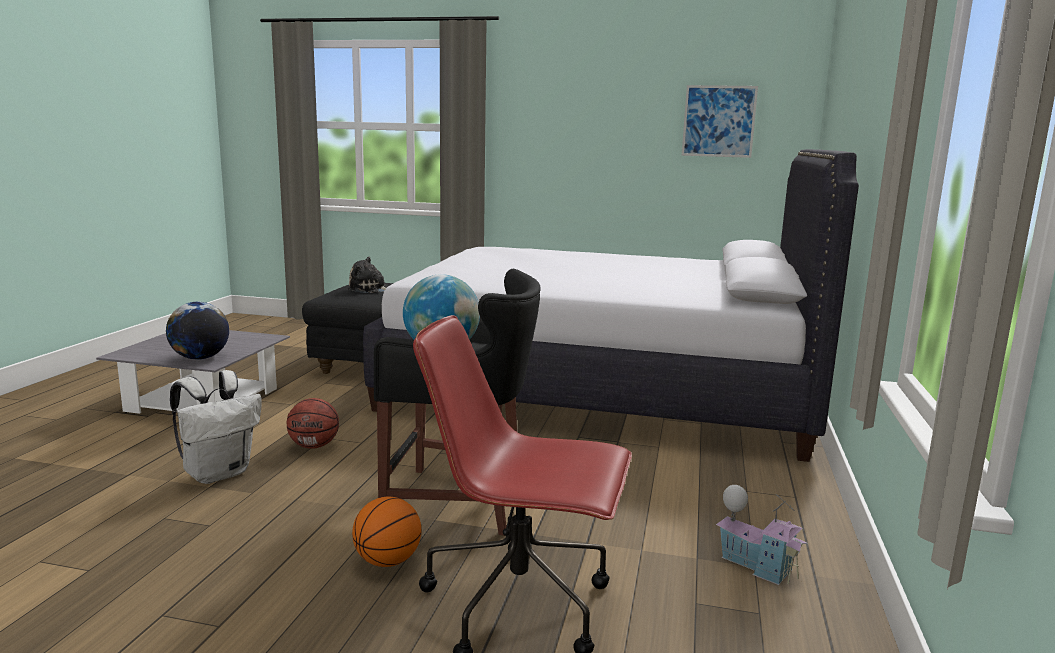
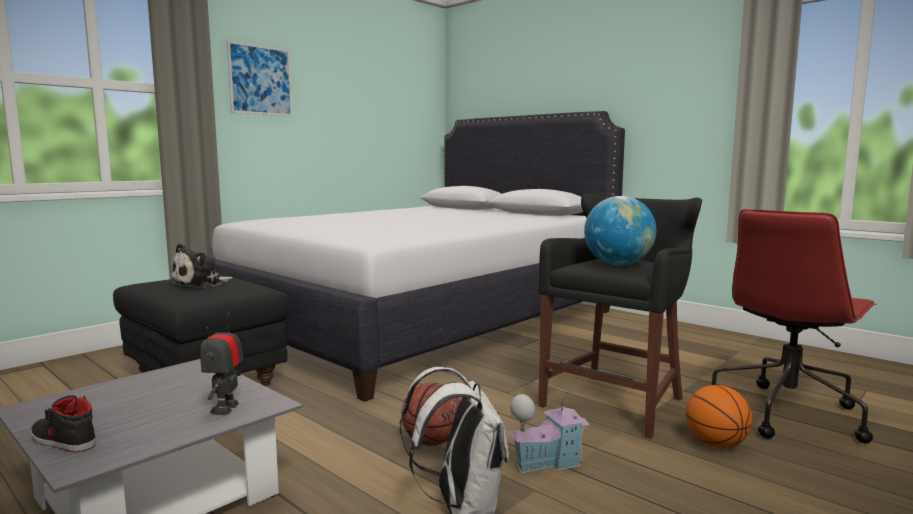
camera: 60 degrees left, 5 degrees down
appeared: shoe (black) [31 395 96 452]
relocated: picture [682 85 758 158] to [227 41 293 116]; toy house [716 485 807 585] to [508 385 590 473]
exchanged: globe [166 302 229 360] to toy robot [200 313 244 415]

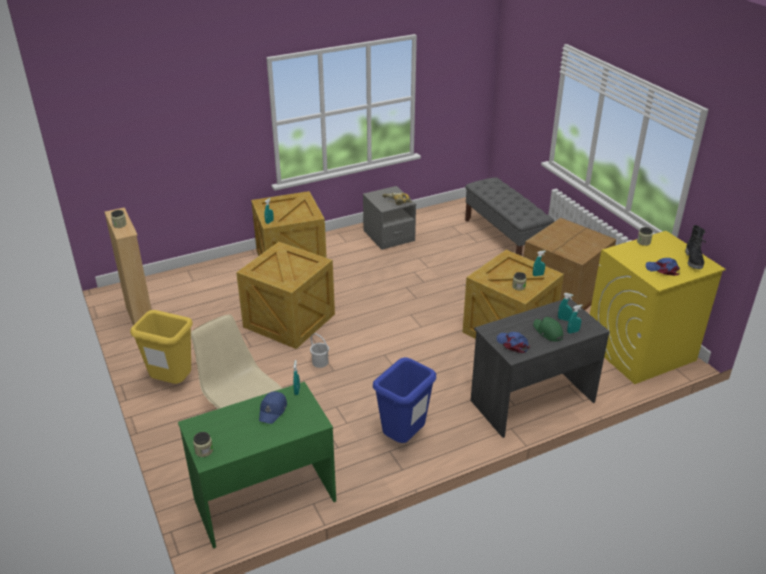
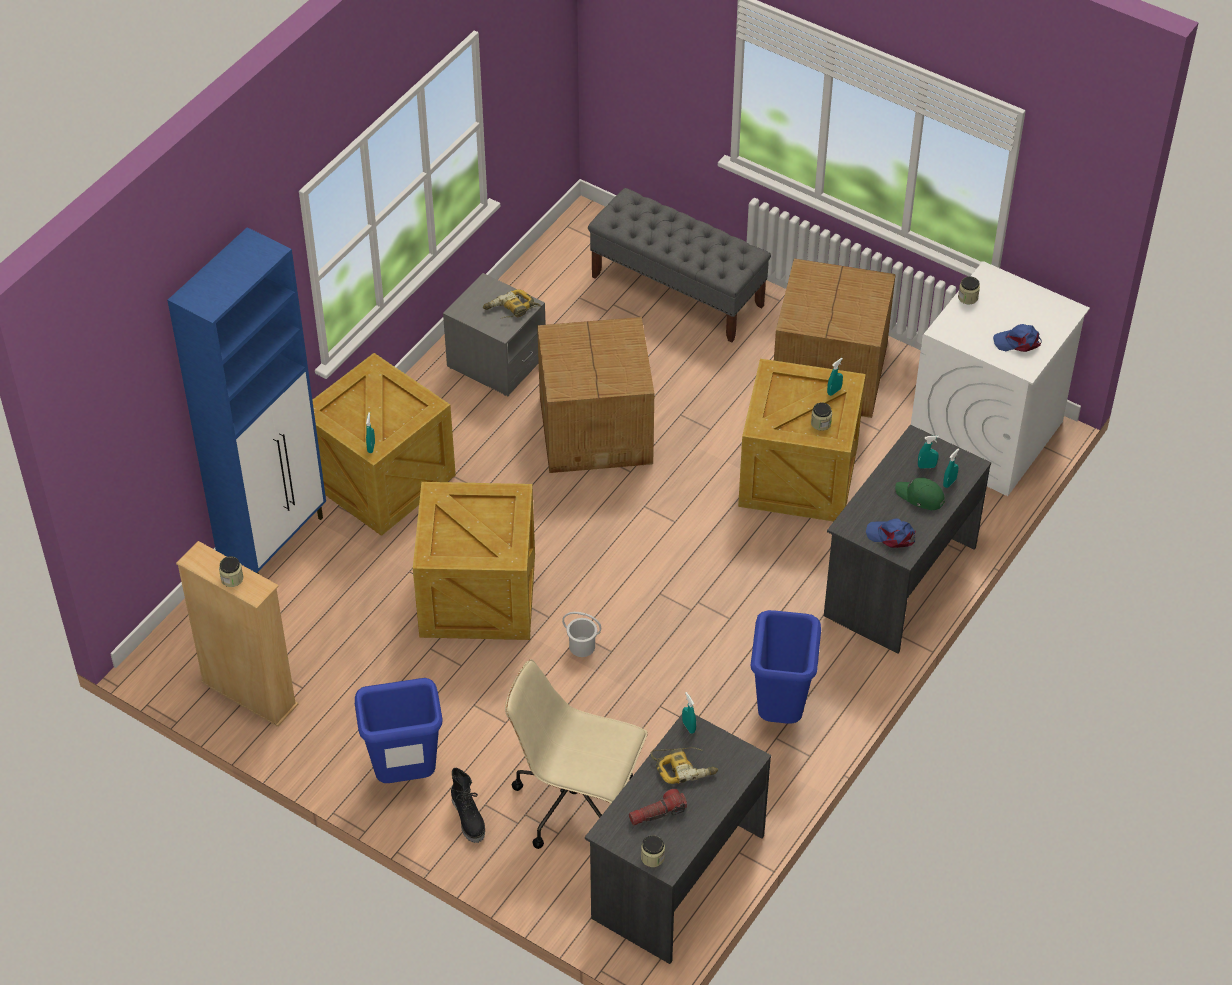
camera: 30 degrees left, 15 degrees up
appeared: cabinet (blue) [167 227 326 574]; cardboard box [537 317 654 473]; flashlight [629 789 687 826]
relocated: boot (black) [685 225 706 269] to [451 768 485 843]
exchanged: cap (blue) [259 391 287 424] to power drill [650 747 718 784]
colour: trash can (yellow) [130 310 193 384] to trash can (blue) [355 678 442 783]; desk (green) [178 382 336 549] to desk (grey) [585 714 771 964]; washing machine (yellow) [590 231 726 384] to washing machine (white) [911 261 1090 496]

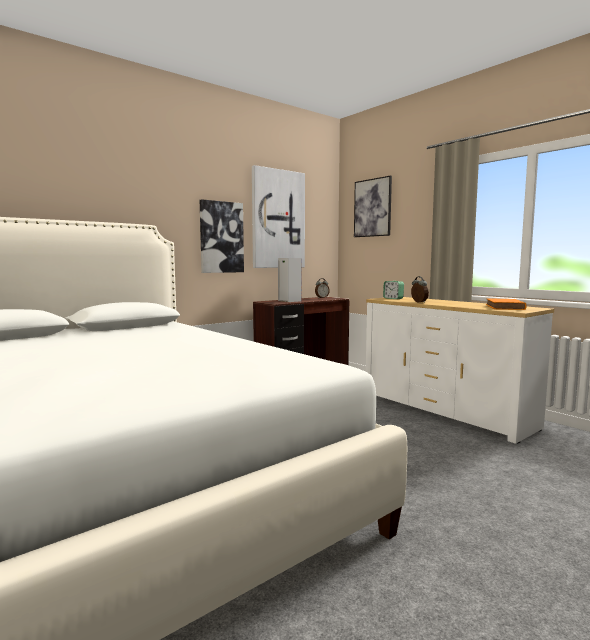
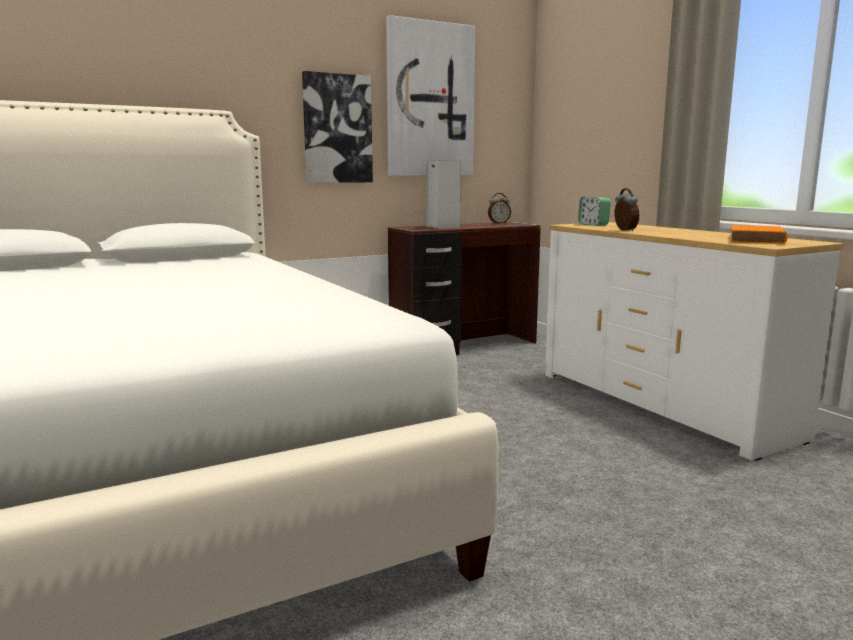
camera: 10 degrees right, 5 degrees up
missing: picture [354 176 392 237]

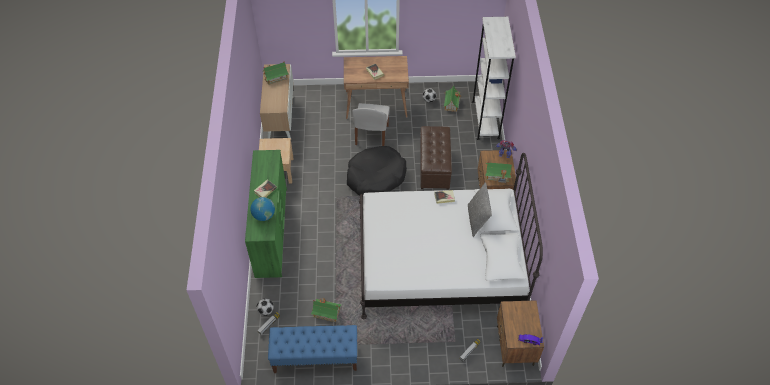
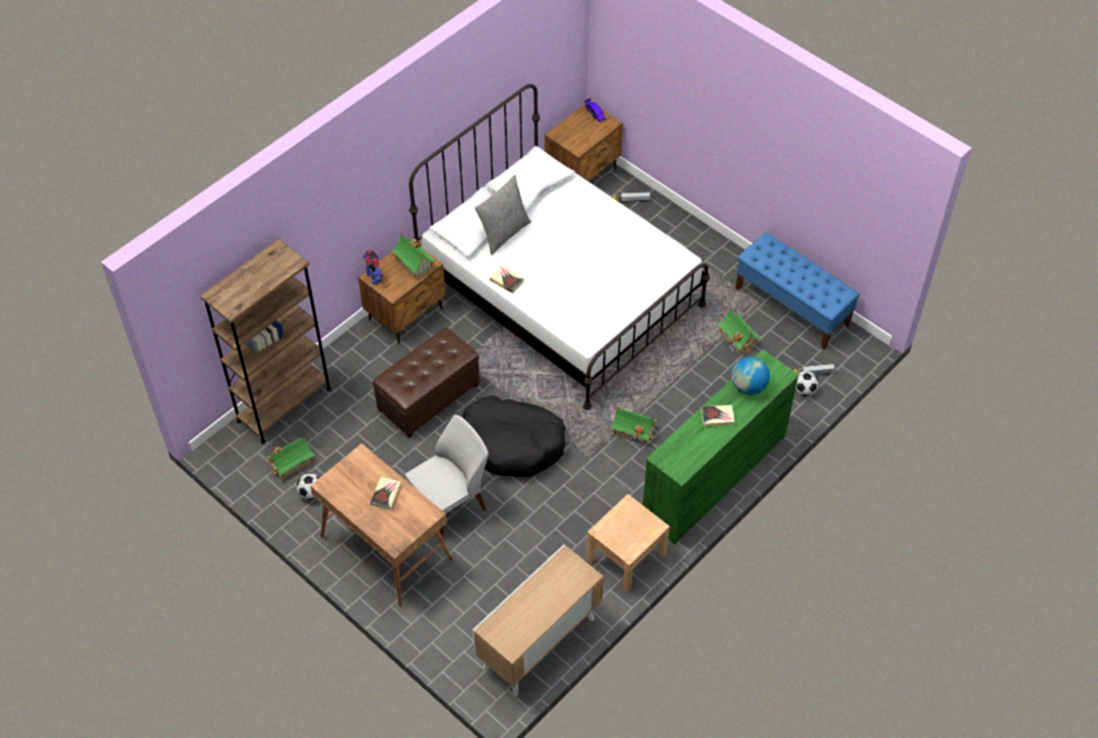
camera: 135 degrees left, 0 degrees up
relocated: toy house [263 61 289 85] to [611 407 658 446]
colour: bookcase (white) [472 17 516 140] to bookcase (brown) [200 239 332 444]

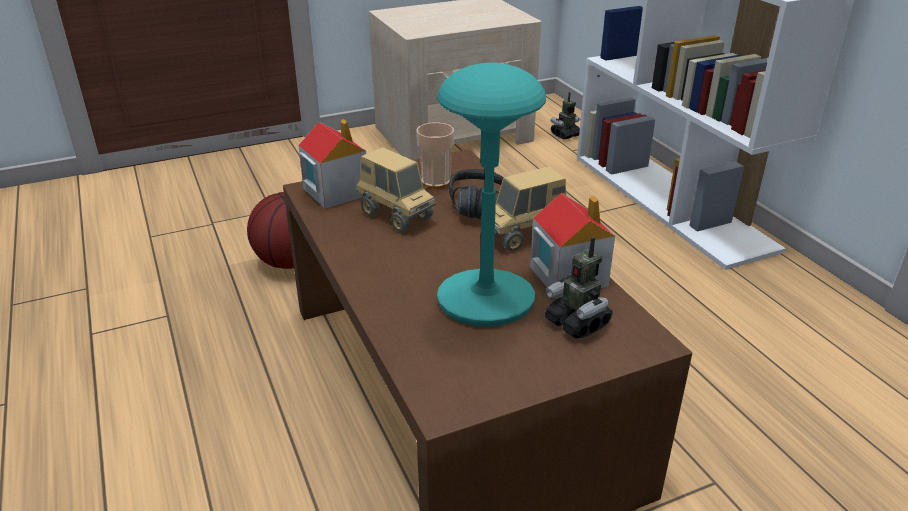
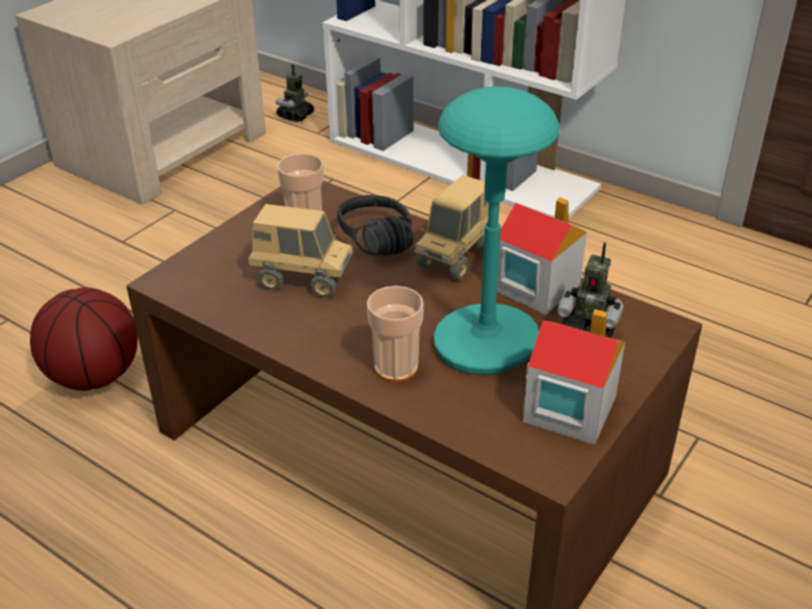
camera: 30 degrees left, 5 degrees up
appeared: cup [367 286 424 383]
relocated: toy house [298 119 367 209] to [523 309 625 445]

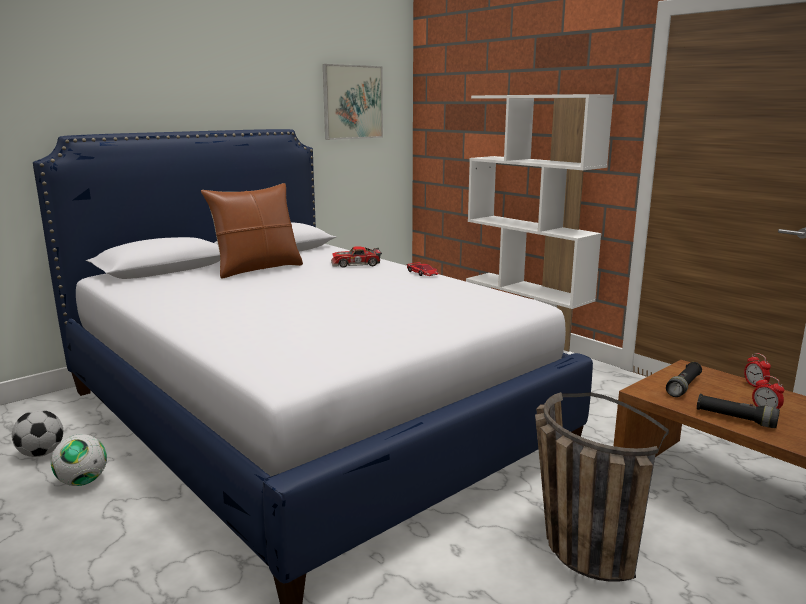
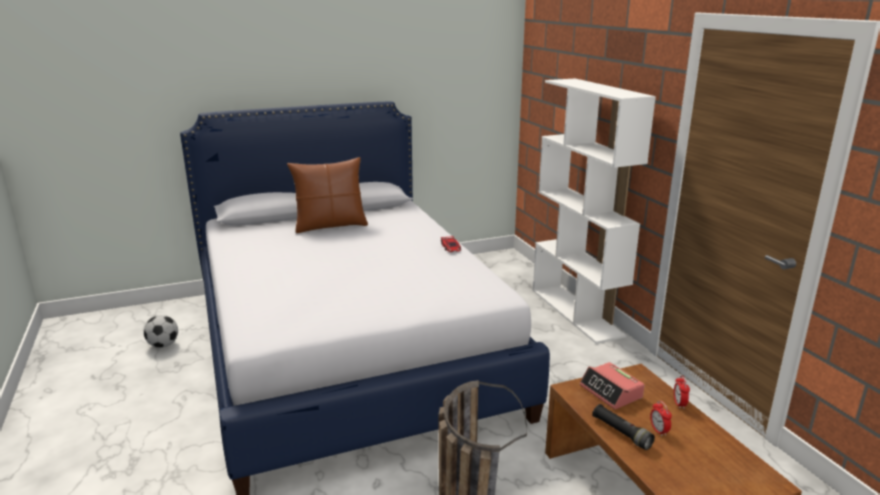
camera: 20 degrees right, 5 degrees up
missing: football [51 434 107 486]; picture [323 64 383 140]; toy car [331 247 382 268]
exchanged: flashlight (black) [666 362 702 397] to alarm clock [580 362 645 409]

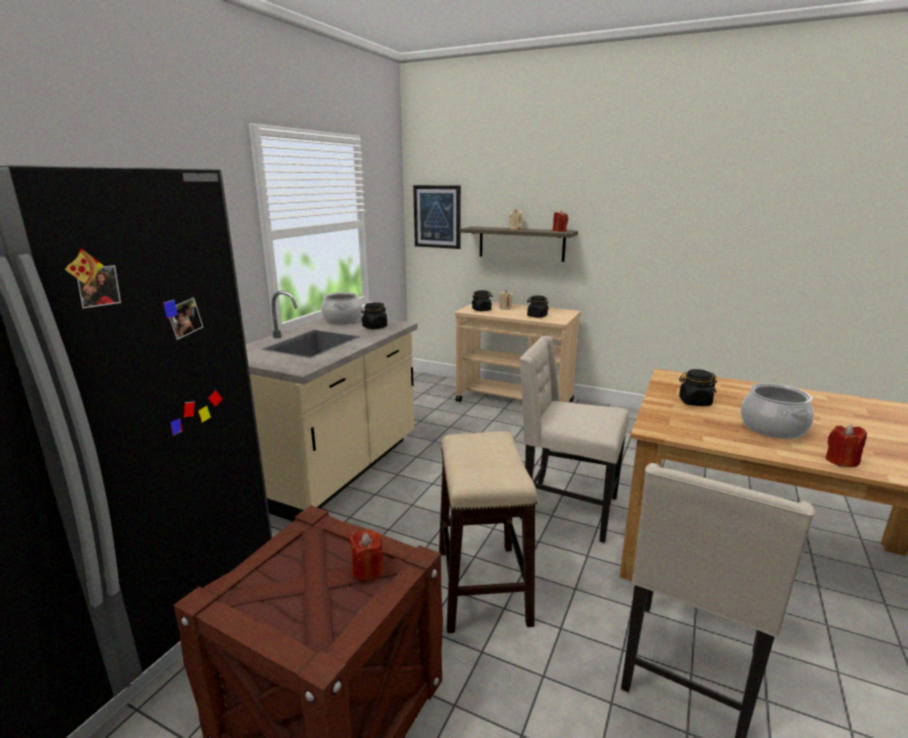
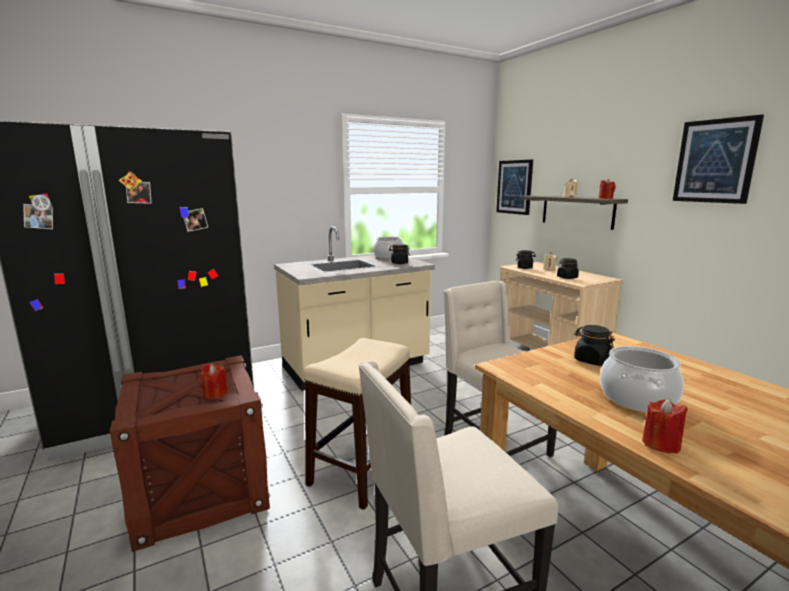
camera: 35 degrees right, 5 degrees down
appeared: picture [673 115 764 204]

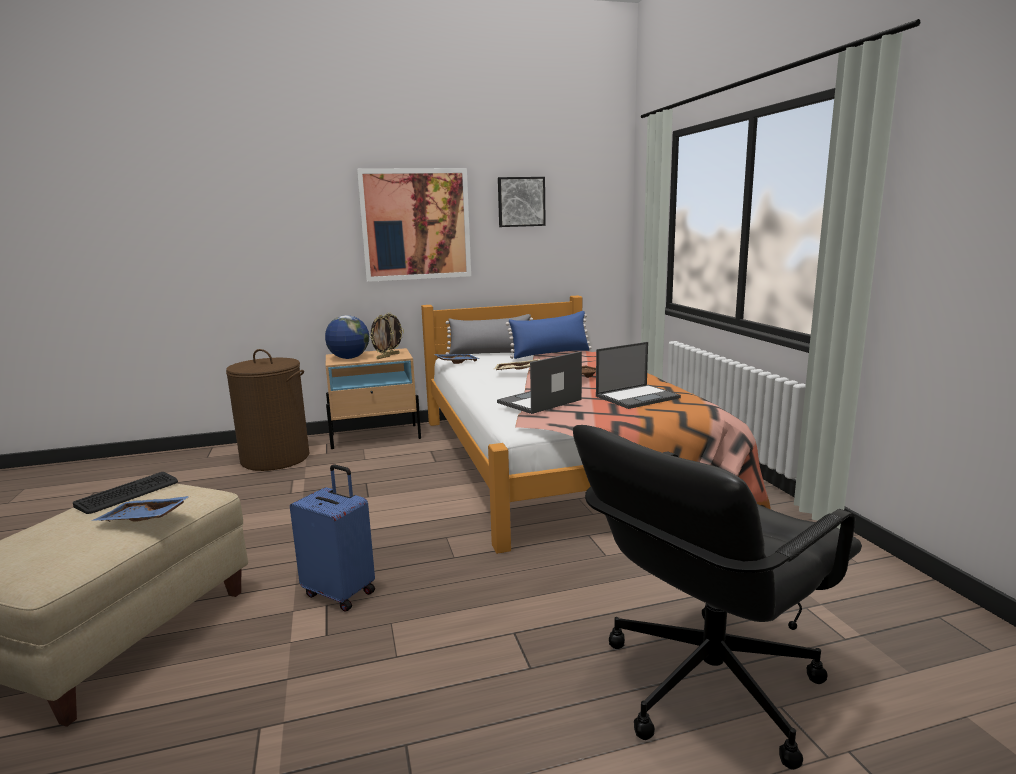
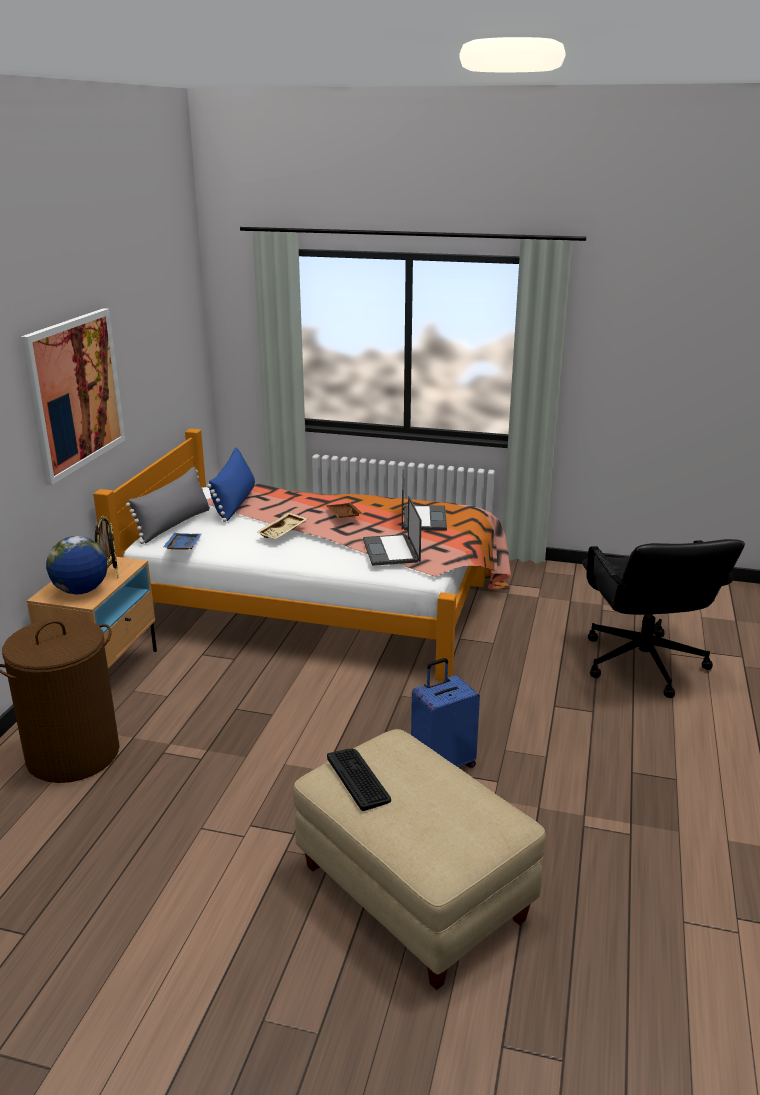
camera: 60 degrees left, 10 degrees up
missing: tray (blue) [92 496 190 522]; picture [498 177 546 227]

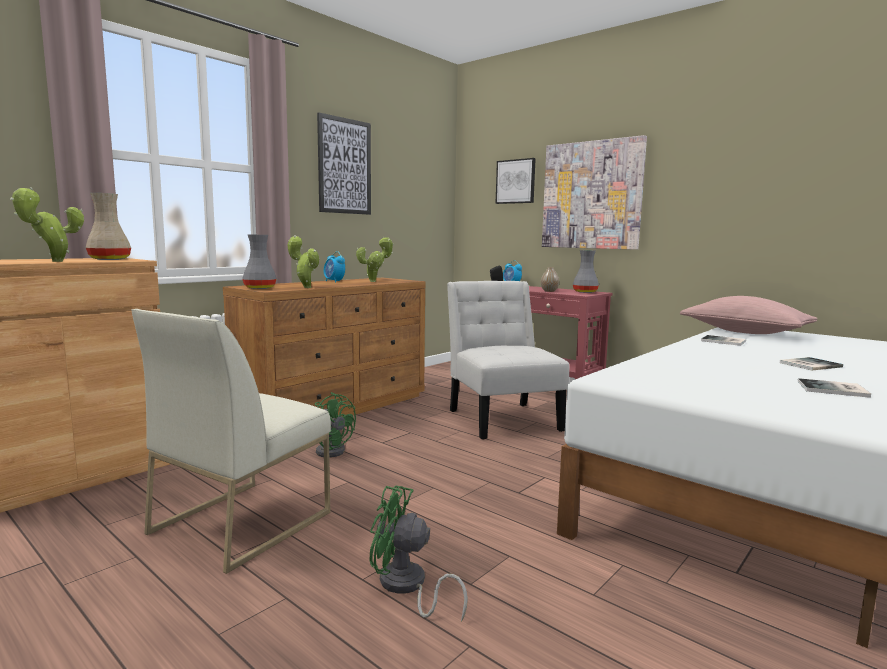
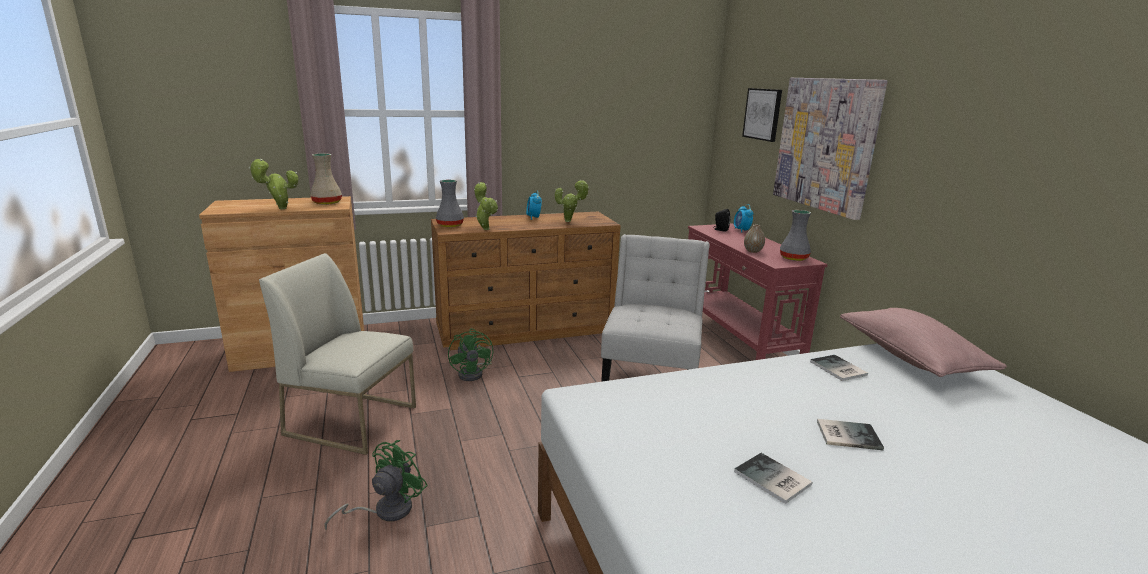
camera: 30 degrees right, 10 degrees up
missing: picture [317 113 371 215]
spun: chair (white) [132 309 331 574] = [259 253 416 455] 45 degrees clockwise; fan (green) [369 485 468 622] = [325 440 428 530] 75 degrees clockwise

